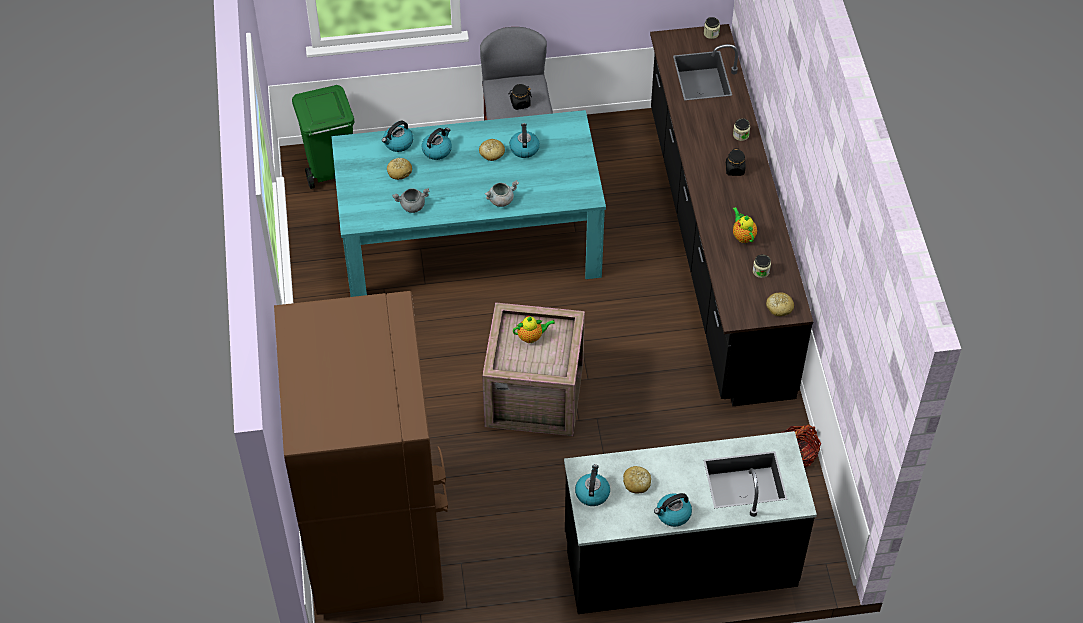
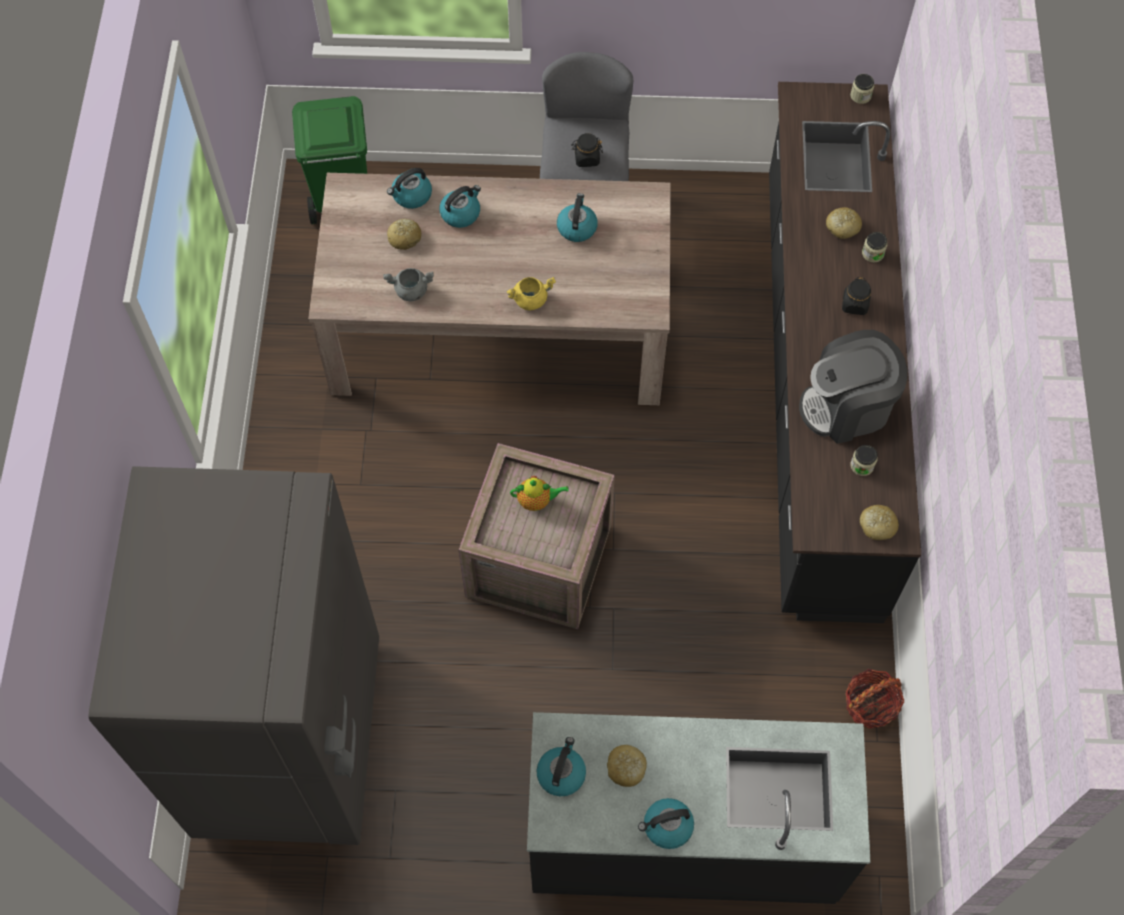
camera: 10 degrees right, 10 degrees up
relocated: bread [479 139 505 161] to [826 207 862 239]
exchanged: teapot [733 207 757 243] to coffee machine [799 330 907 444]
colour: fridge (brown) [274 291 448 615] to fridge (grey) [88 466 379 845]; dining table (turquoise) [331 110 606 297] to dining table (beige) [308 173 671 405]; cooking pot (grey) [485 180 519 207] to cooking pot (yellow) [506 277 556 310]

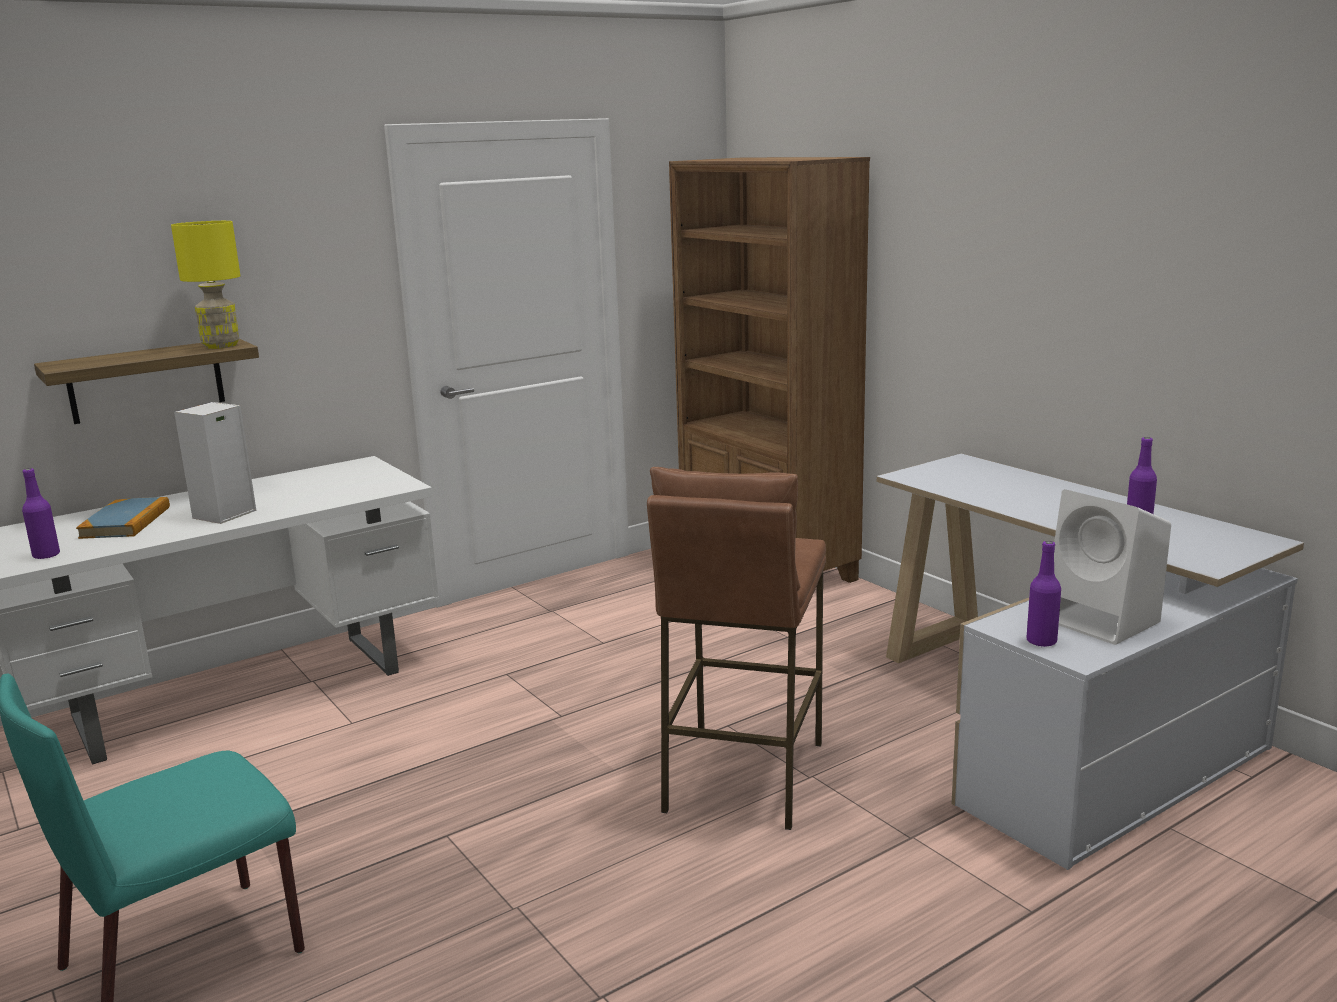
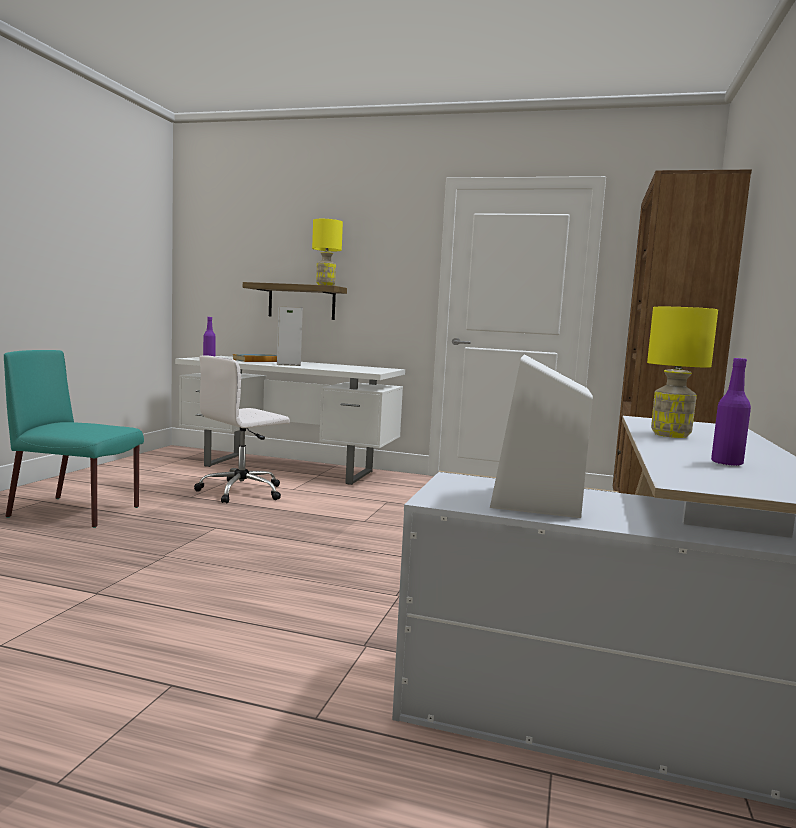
camera: 50 degrees right, 10 degrees down
missing: stool (brown) [647 467 826 830]; bottle (purple) [1027 541 1061 647]
appeared: office chair (white) [194 355 290 504]; table lamp (yellow) [647 307 718 438]

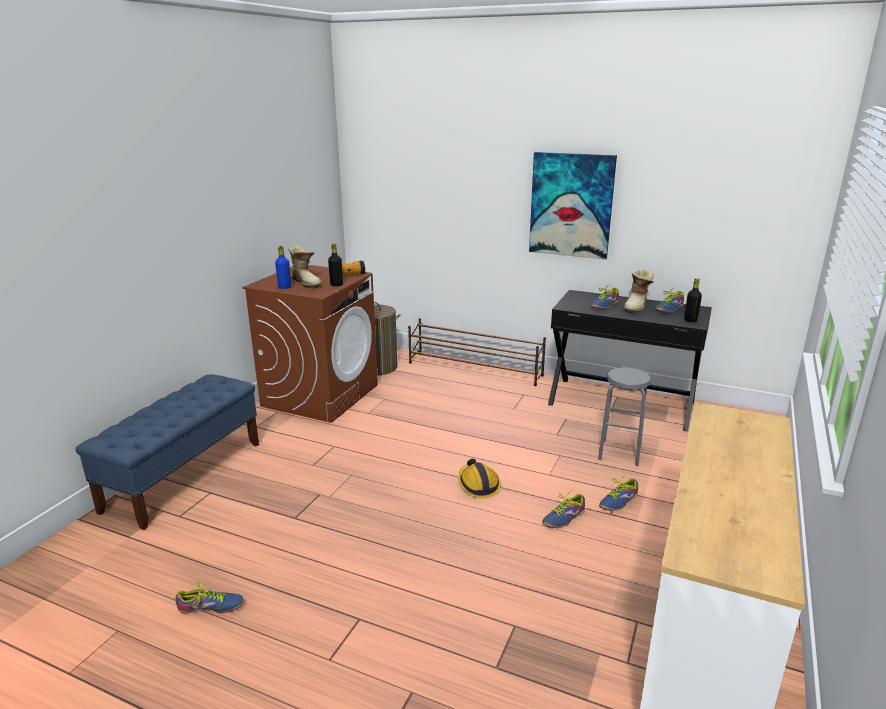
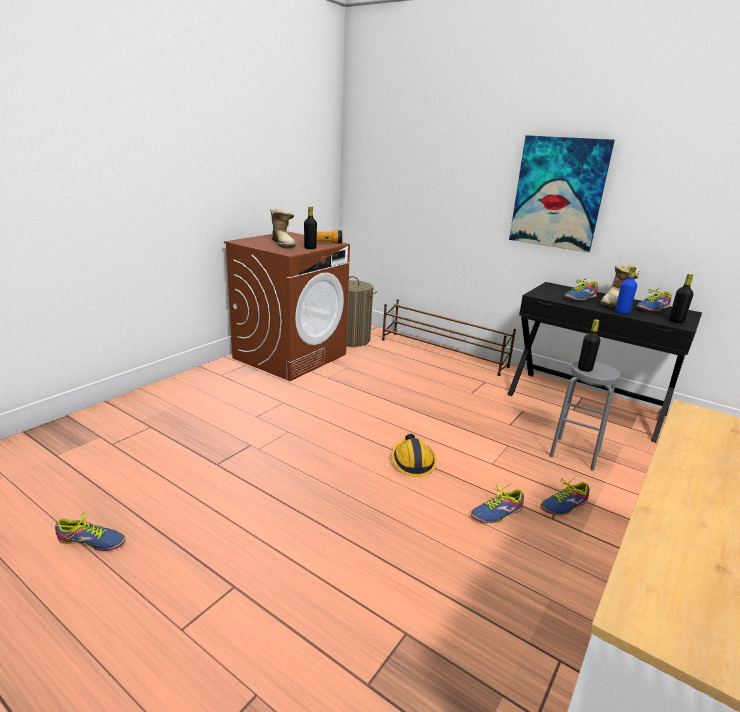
camera: 10 degrees right, 0 degrees up
missing: bench (blue) [75 374 259 530]
appeared: bottle (black) [578 319 600 372]
relocated: bottle (blue) [275 246 291 289] to [615 267 637 314]

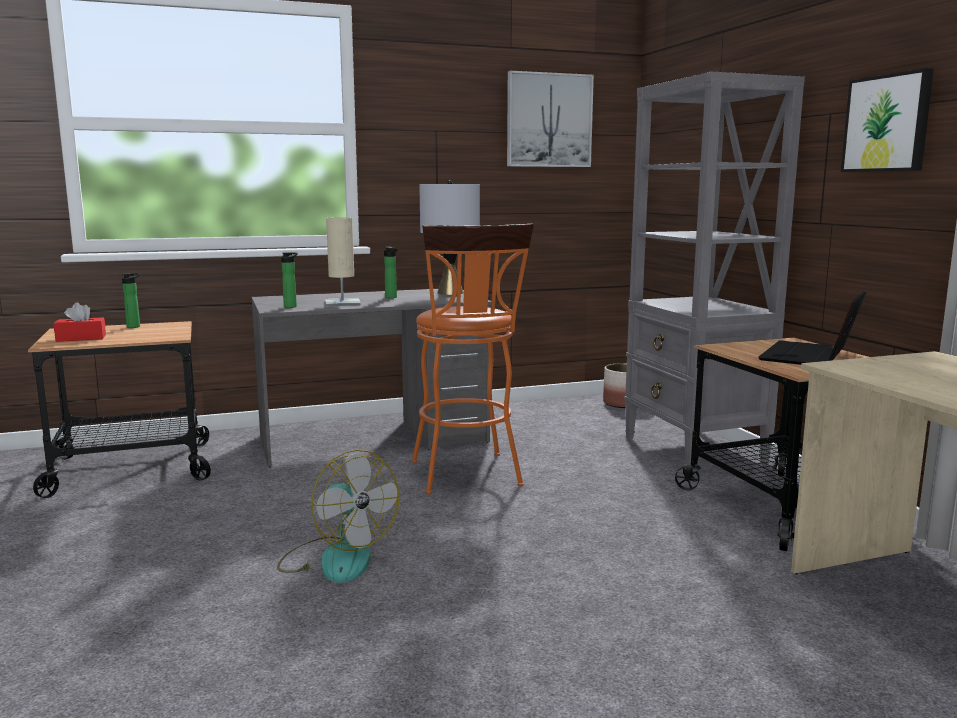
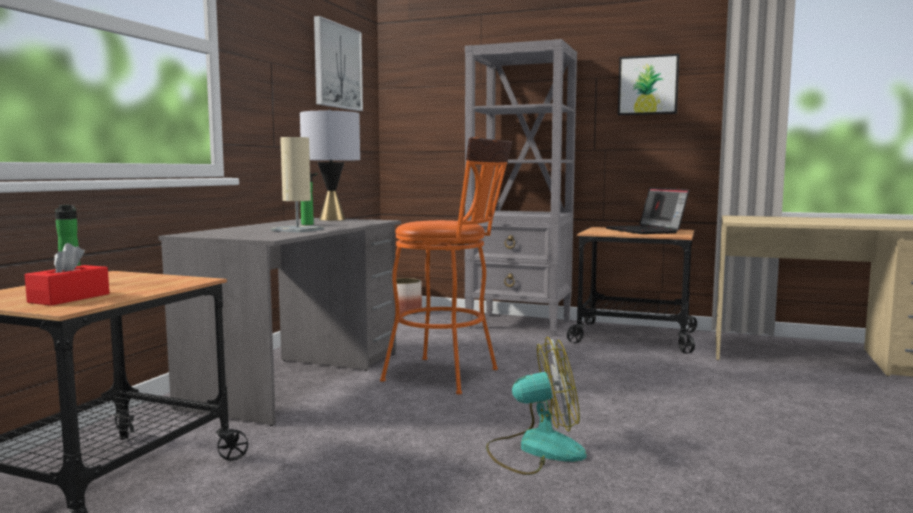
camera: 50 degrees left, 5 degrees down
missing: bottle [281 252 298 308]

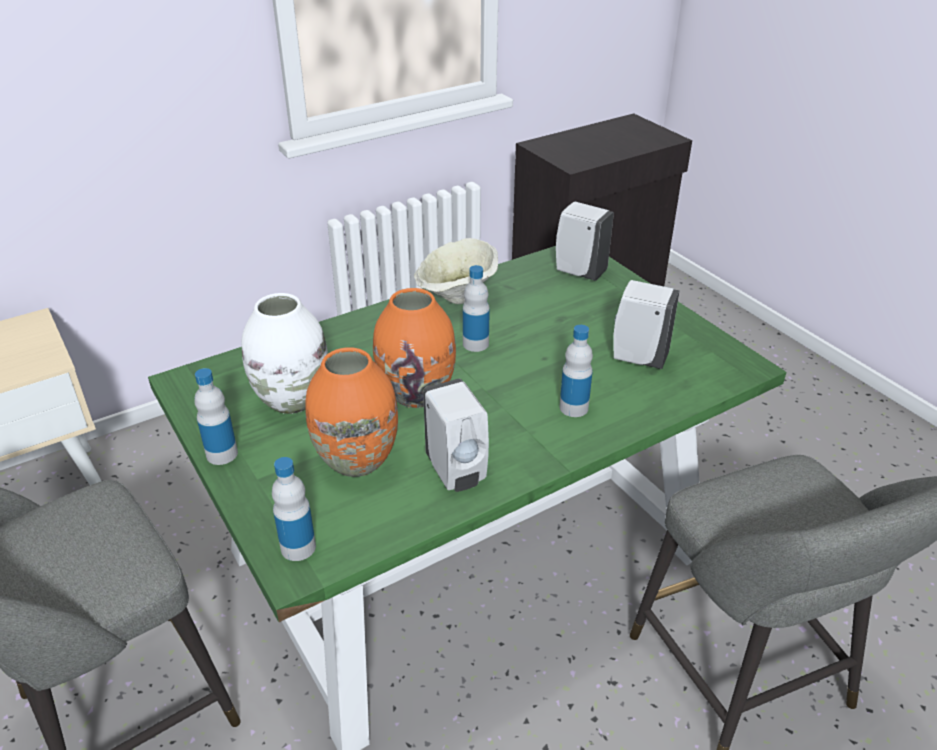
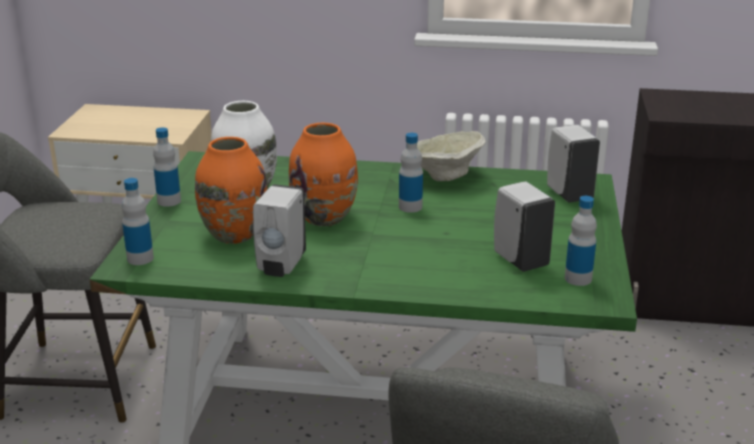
camera: 40 degrees right, 10 degrees down
relocated: bottle [559 325 593 417] to [565 196 597 286]

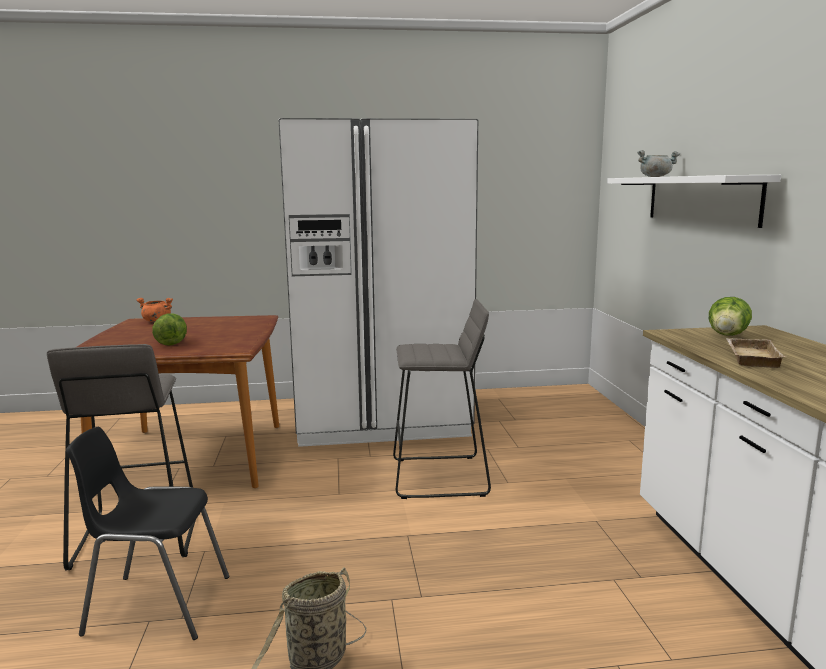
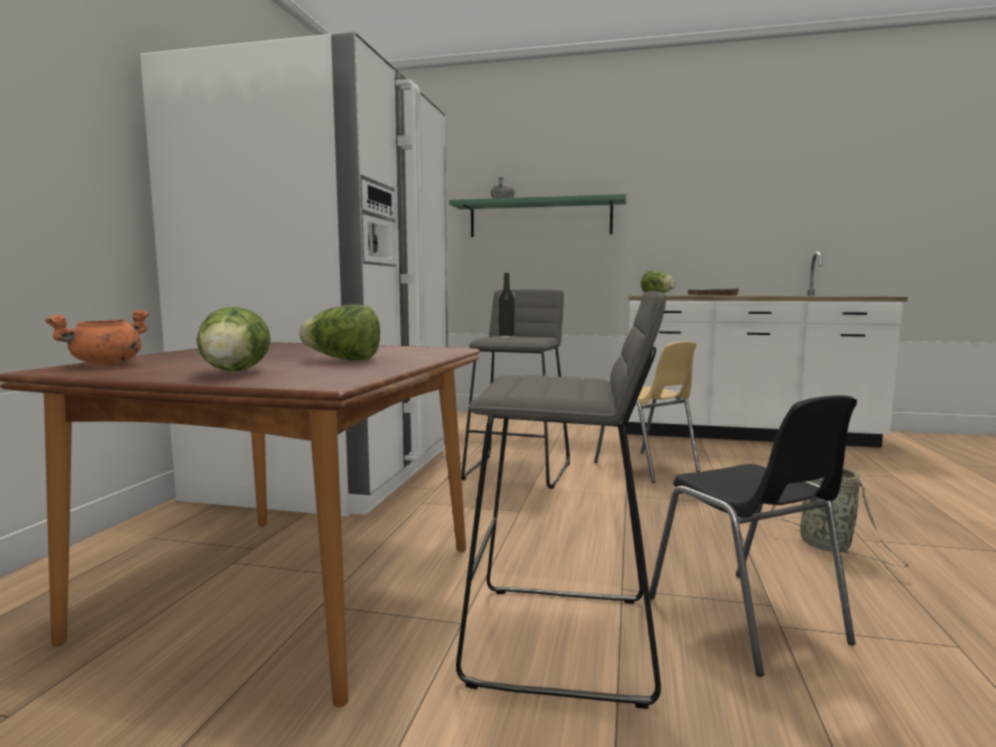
camera: 70 degrees left, 5 degrees down
appeared: lettuce [196 307 271 372]; bottle [498 273 515 338]; chair (yellow) [594 341 700 483]
colour: shelf (white) [607 175 781 228] to shelf (green) [449 194 626 237]
spun: chair (black) [66 427 229 640] = [649 395 857 677] 45 degrees counterclockwise

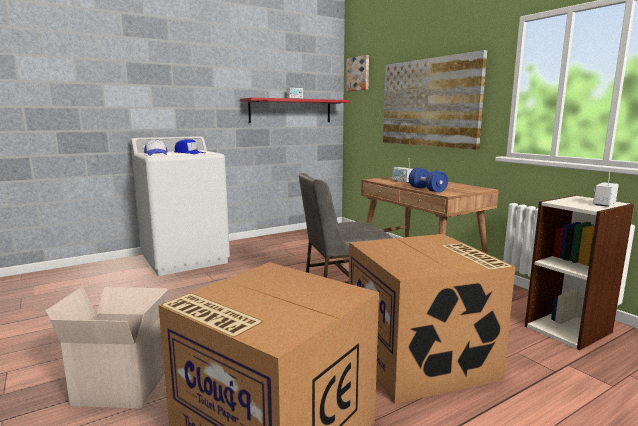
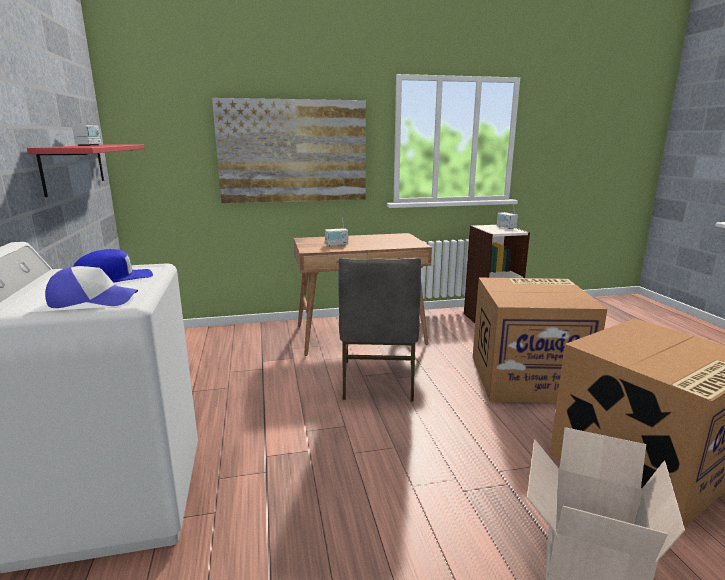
camera: 70 degrees left, 5 degrees up
missing: picture [346 55 369 91]; dumbbell (blue) [409 168 448 193]

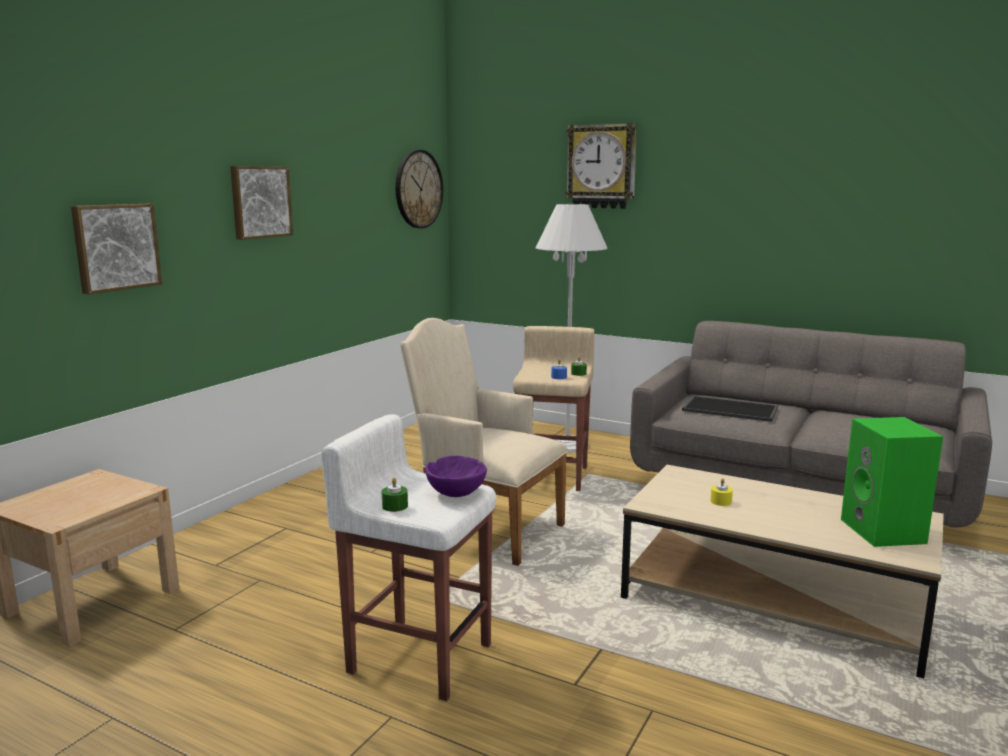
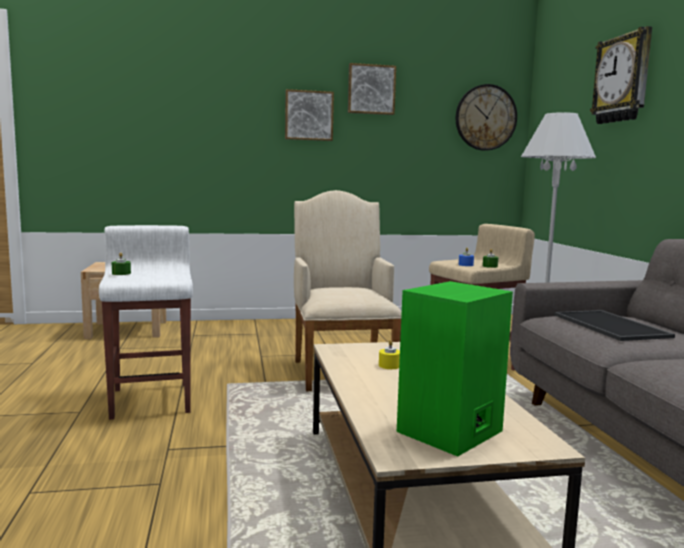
camera: 50 degrees right, 5 degrees down
missing: bowl (purple) [426 456 487 497]
relocated: picture [71 204 162 294] to [348 63 396 115]

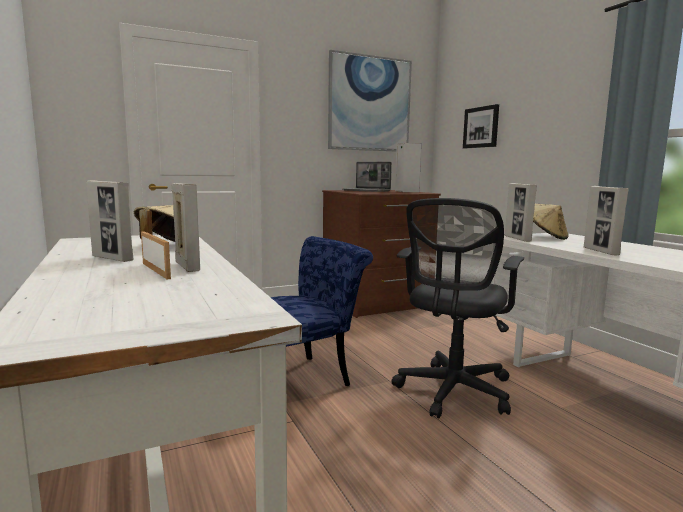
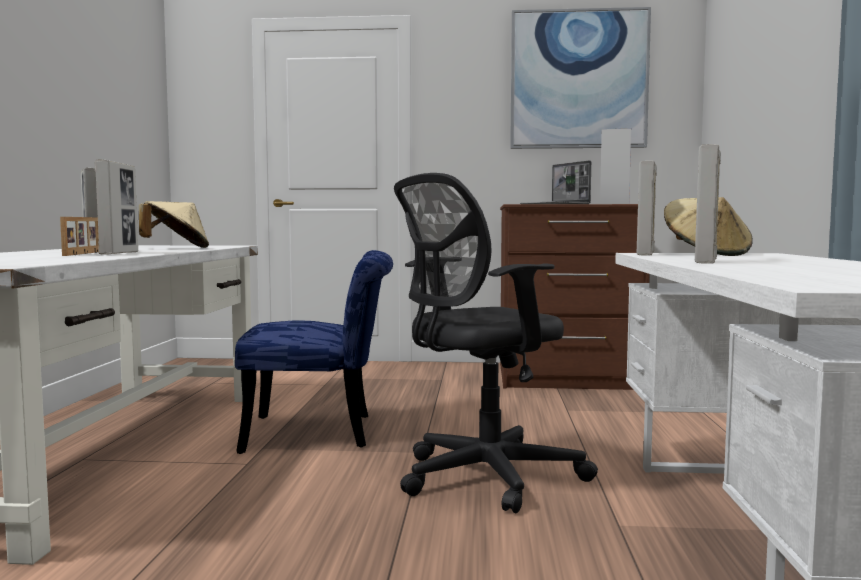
camera: 30 degrees right, 5 degrees down
missing: picture [463 104 499 148]

